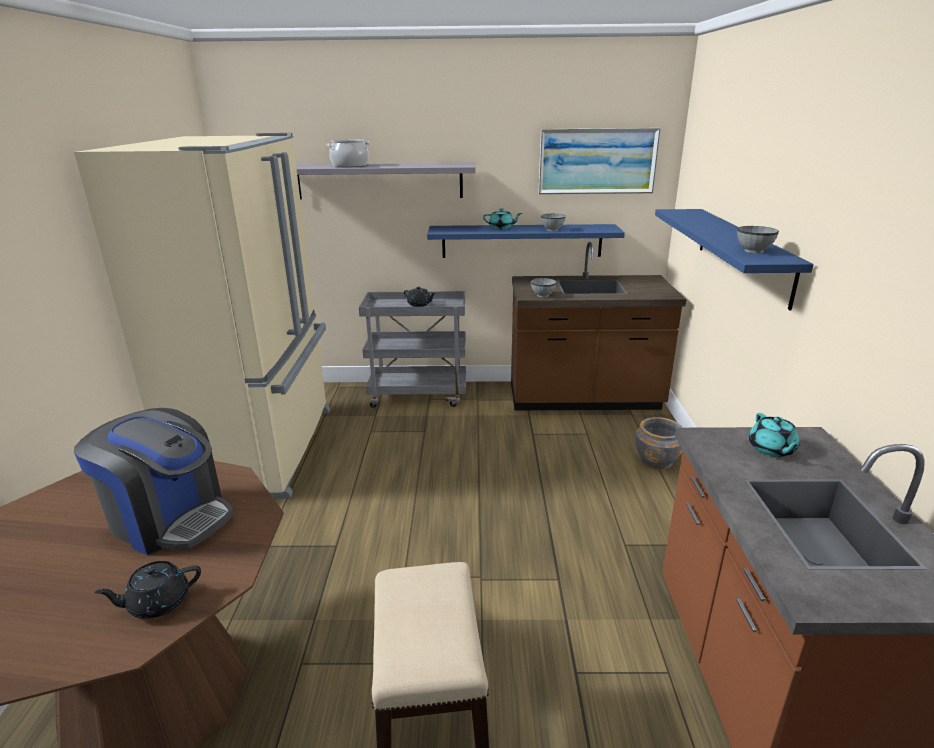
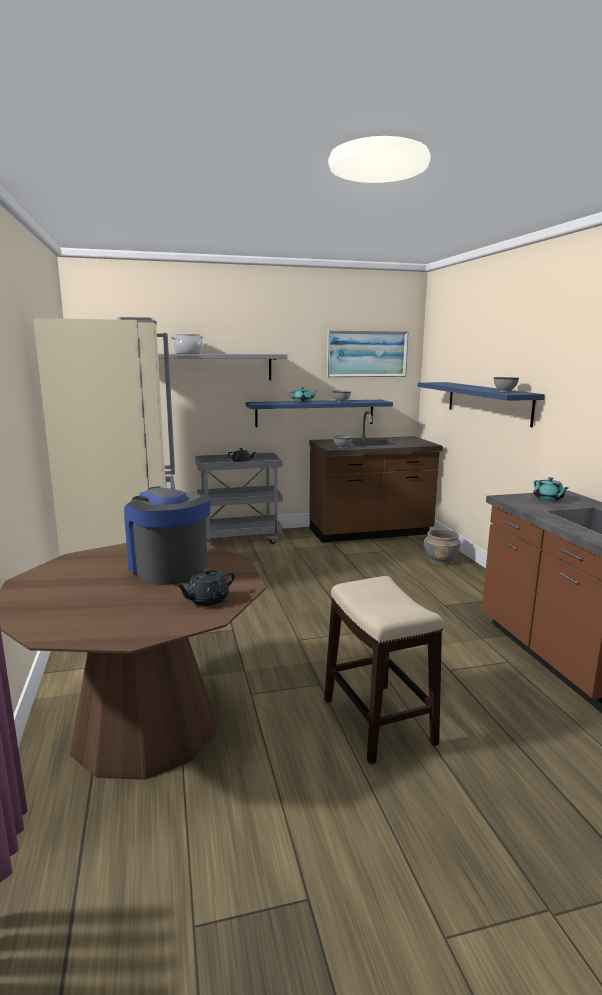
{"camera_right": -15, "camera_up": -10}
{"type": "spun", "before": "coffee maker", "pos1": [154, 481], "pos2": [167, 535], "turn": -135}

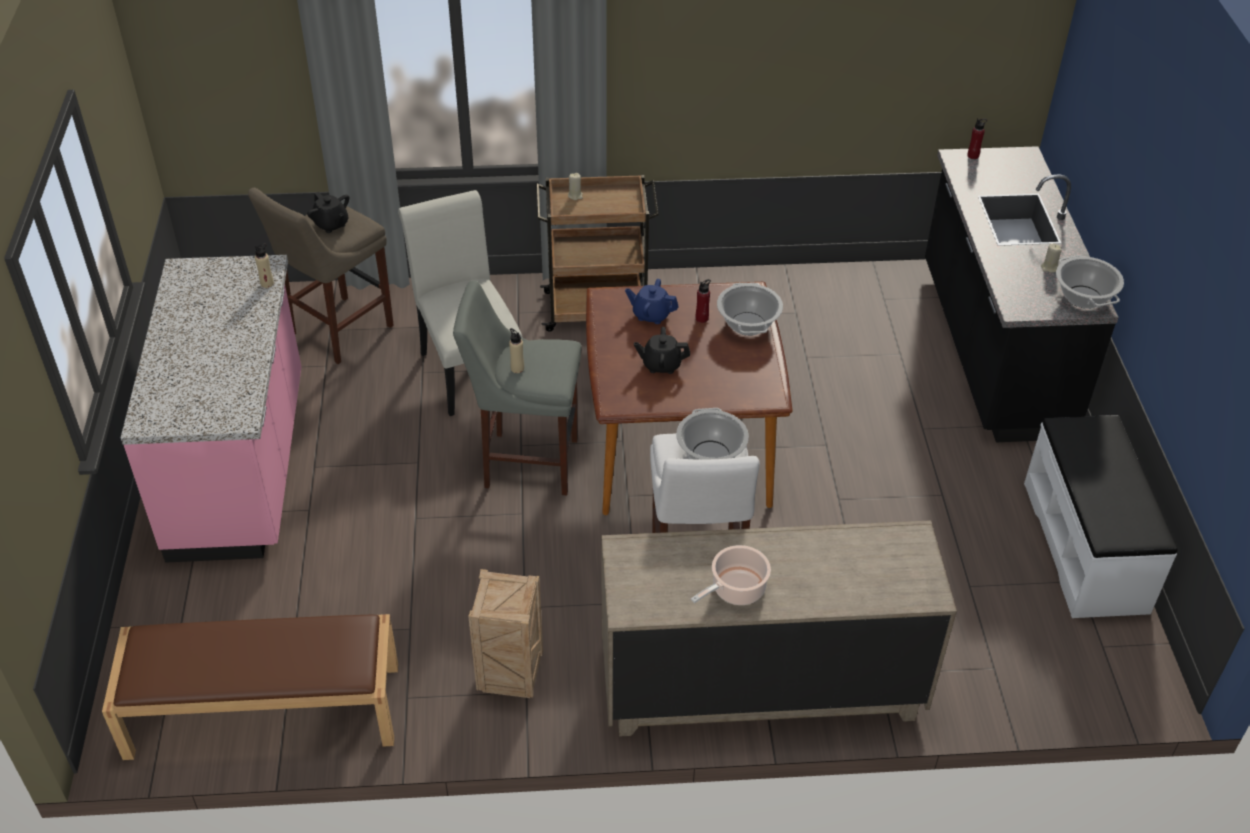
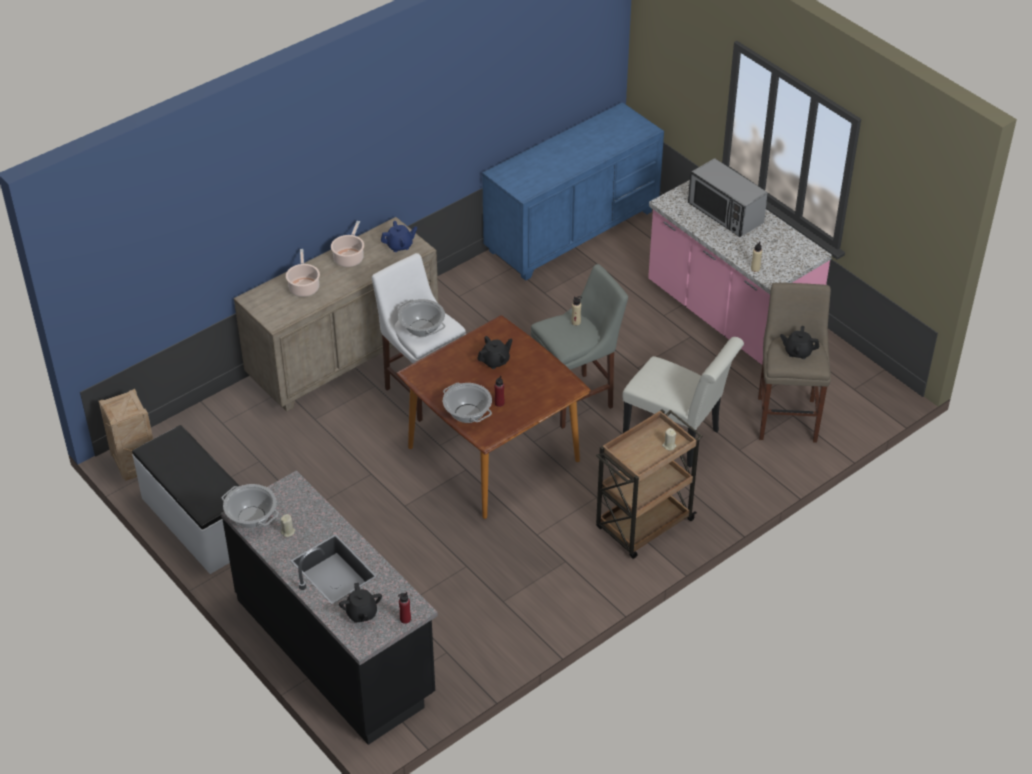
{"camera_right": 145, "camera_up": 0}
{"type": "relocated", "before": "crate", "pos1": [505, 633], "pos2": [126, 435]}
{"type": "appeared", "after": "stockpot", "pos2": [303, 273]}
{"type": "appeared", "after": "pot for tea (black-coloured)", "pos2": [360, 603]}
{"type": "relocated", "before": "pot for tea (blue-coloured)", "pos1": [652, 301], "pos2": [399, 236]}
{"type": "exchanged", "before": "long seat (brown-coloured)", "after": "dresser (blue-coloured)", "pos1": [250, 687], "pos2": [573, 191]}
{"type": "appeared", "after": "kitchen microwave", "pos2": [728, 197]}

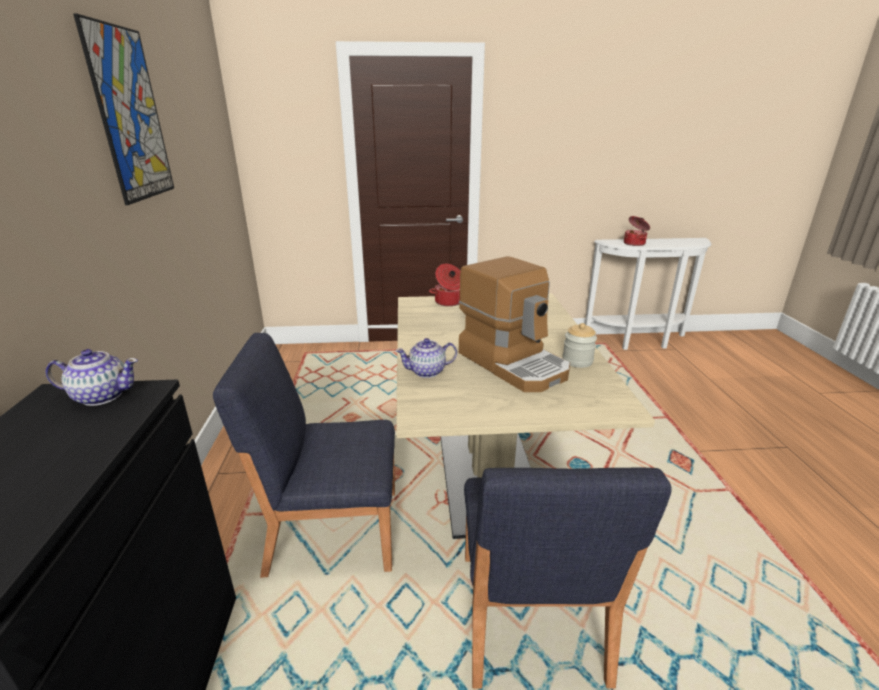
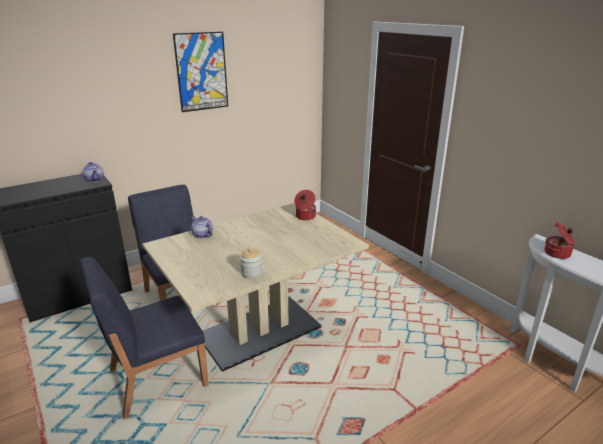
{"camera_right": 60, "camera_up": 0}
{"type": "missing", "before": "coffee maker", "pos1": [514, 324]}

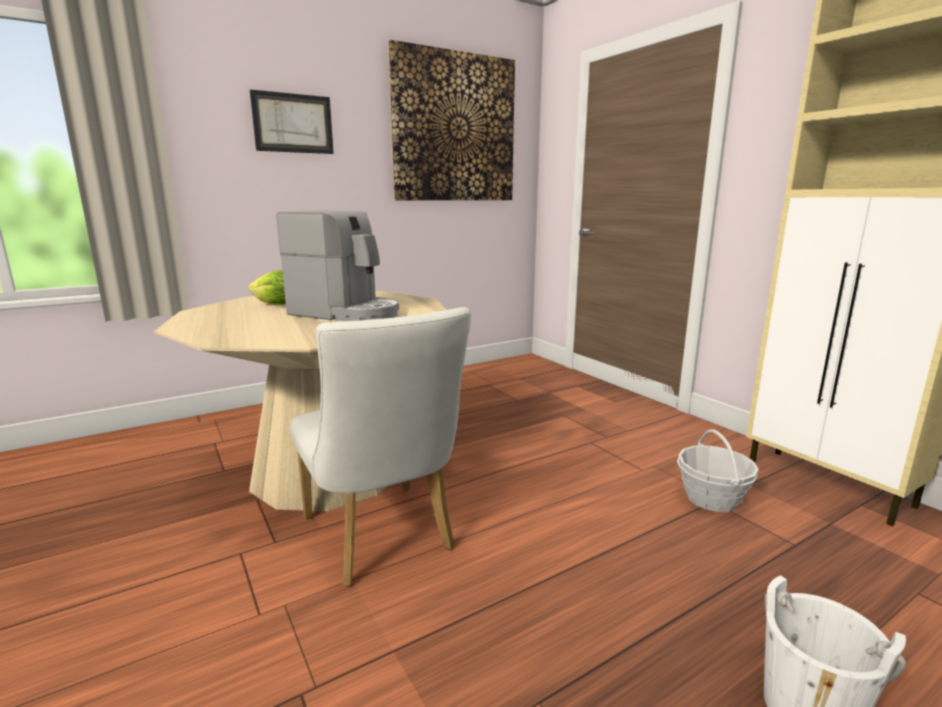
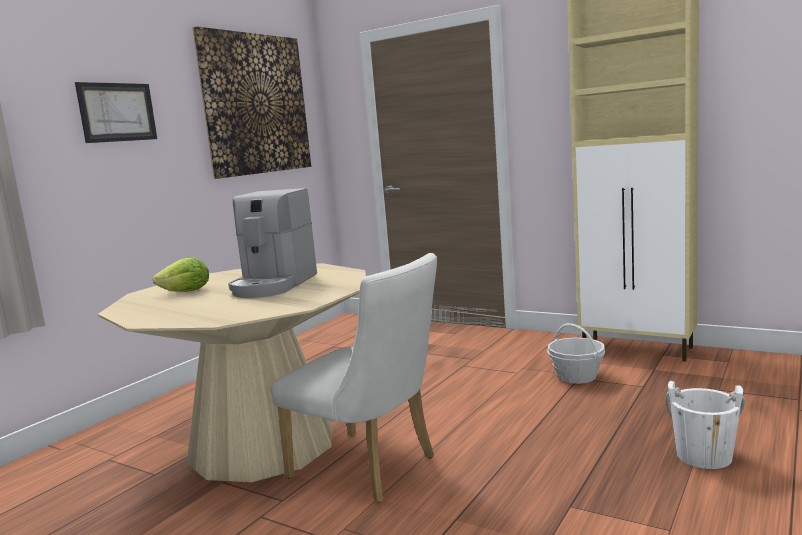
{"camera_right": -25, "camera_up": -5}
{"type": "spun", "before": "coffee maker", "pos1": [338, 265], "pos2": [272, 243], "turn": 105}

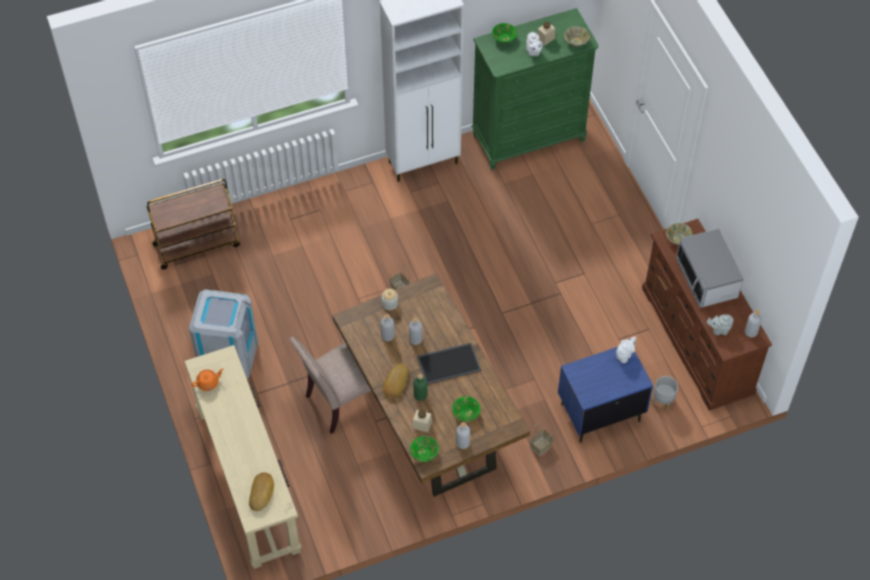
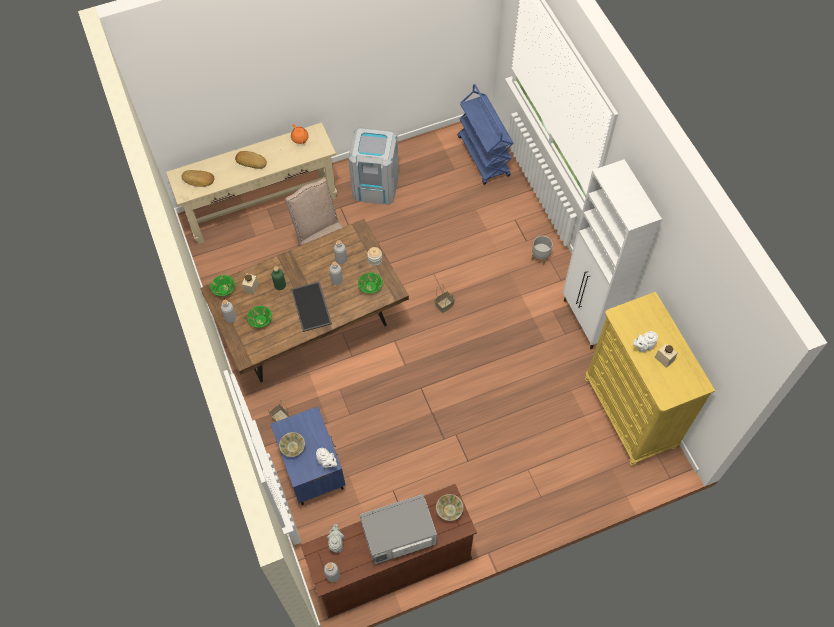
{"camera_right": 90, "camera_up": 5}
{"type": "relocated", "before": "baked bread", "pos1": [396, 381], "pos2": [251, 160]}
{"type": "relocated", "before": "deep dish (beige-coloured)", "pos1": [577, 36], "pos2": [292, 444]}
{"type": "relocated", "before": "deep dish (greenish)", "pos1": [504, 33], "pos2": [370, 283]}
{"type": "colour", "before": "wheeled cart (brown-coloured)", "after": "wheeled cart (blue-coloured)", "pos1": [193, 224], "pos2": [486, 134]}
{"type": "relocated", "before": "flower pot (grey)", "pos1": [665, 393], "pos2": [542, 250]}
{"type": "colour", "before": "dresser (greenish)", "after": "dresser (yellow-coloured)", "pos1": [534, 89], "pos2": [650, 379]}

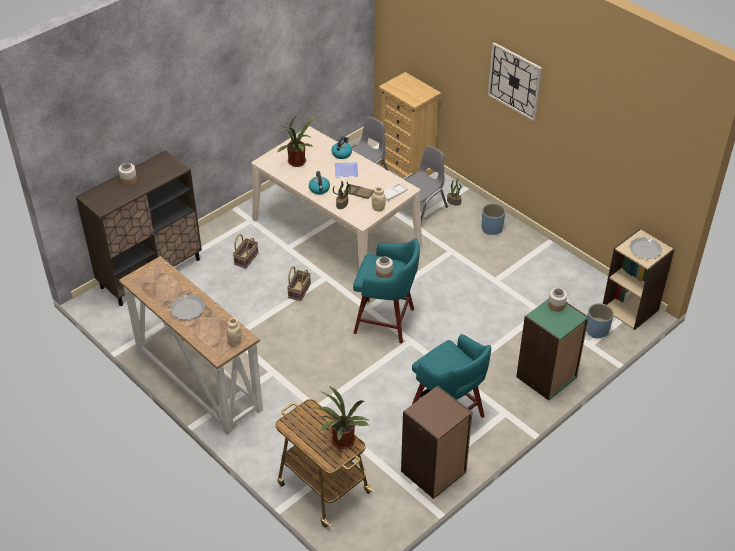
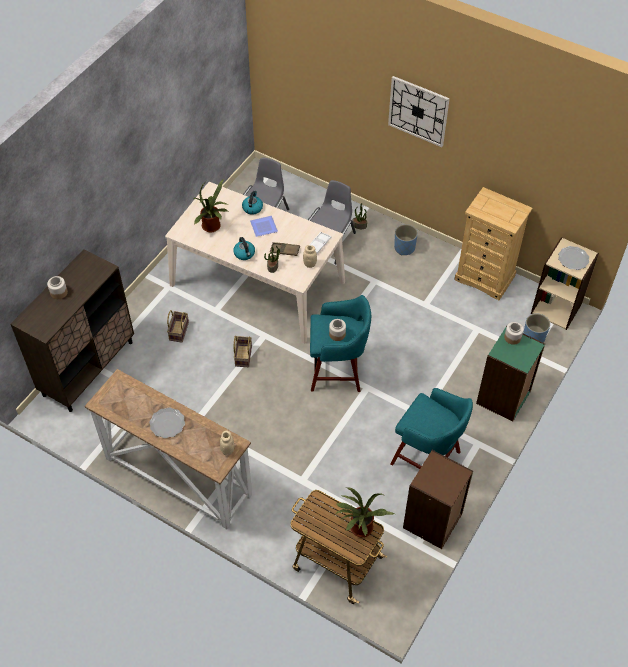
{"camera_right": -15, "camera_up": 10}
{"type": "relocated", "before": "dresser (beige-coloured)", "pos1": [410, 125], "pos2": [493, 243]}

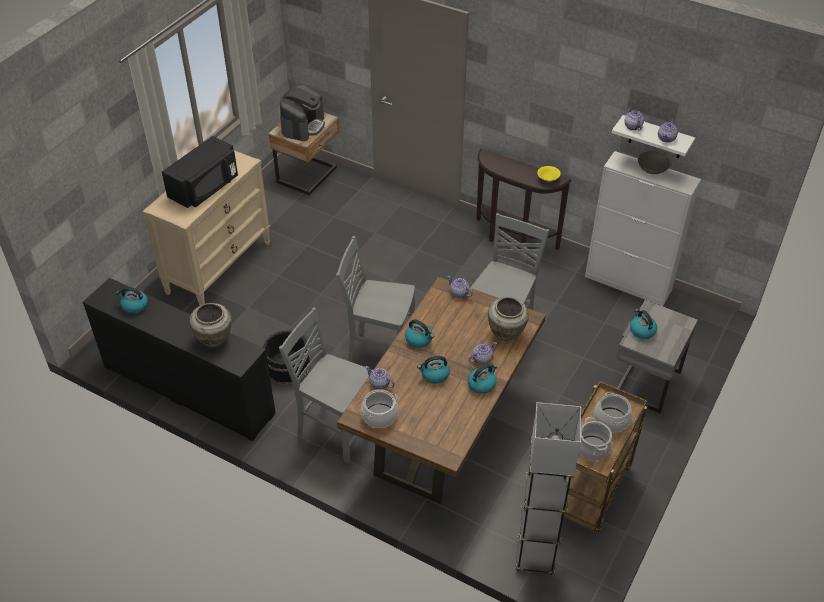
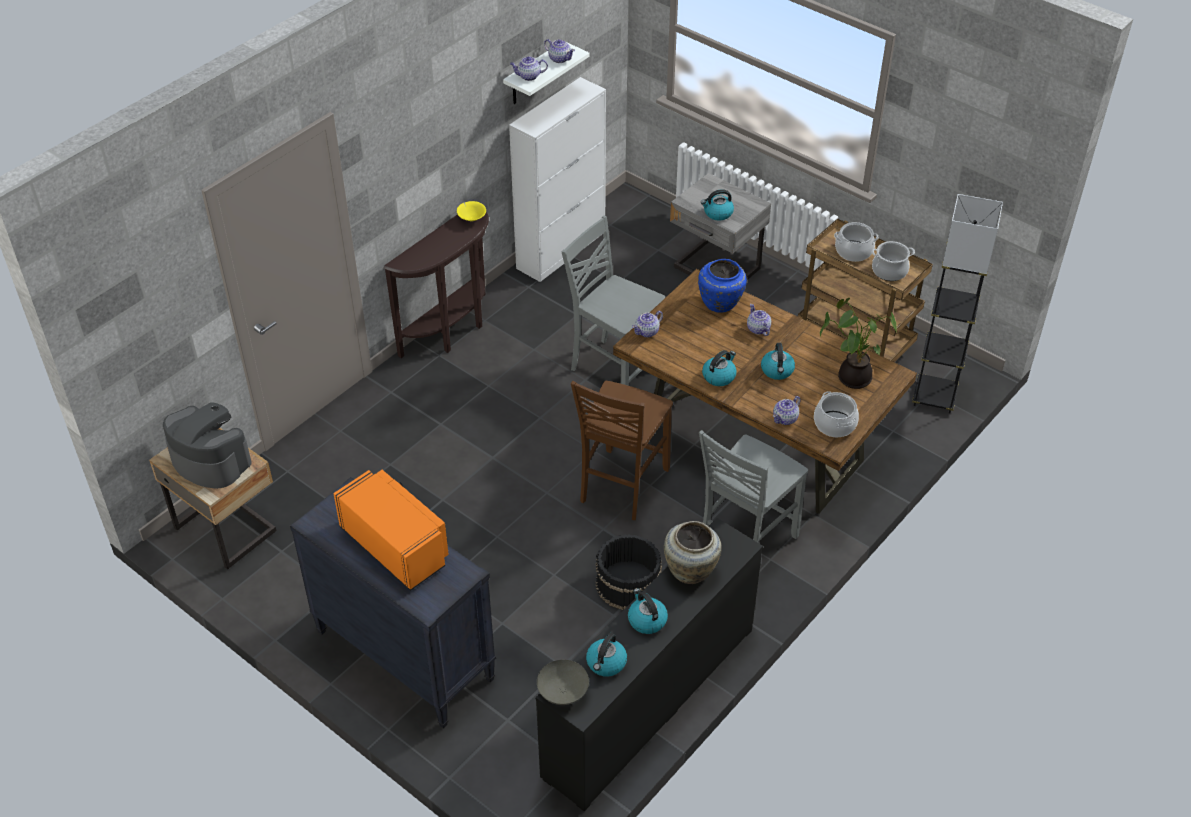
{"camera_right": -80, "camera_up": 0}
{"type": "colour", "before": "dresser (beige-coloured)", "after": "dresser (black-coloured)", "pos1": [206, 228], "pos2": [393, 602]}
{"type": "colour", "before": "kitchen microwave (black-coloured)", "after": "kitchen microwave (orange)", "pos1": [200, 172], "pos2": [391, 530]}
{"type": "relocated", "before": "deep dish (grey)", "pos1": [654, 162], "pos2": [563, 682]}
{"type": "colour", "before": "chair (grey)", "after": "chair (brown-coloured)", "pos1": [375, 299], "pos2": [622, 450]}
{"type": "relocated", "before": "tea kettle", "pos1": [482, 379], "pos2": [648, 611]}
{"type": "colour", "before": "decorative vase (beige-coloured)", "after": "decorative vase (blue-coloured)", "pos1": [508, 319], "pos2": [722, 286]}
{"type": "appeared", "after": "houseplant", "pos2": [858, 343]}

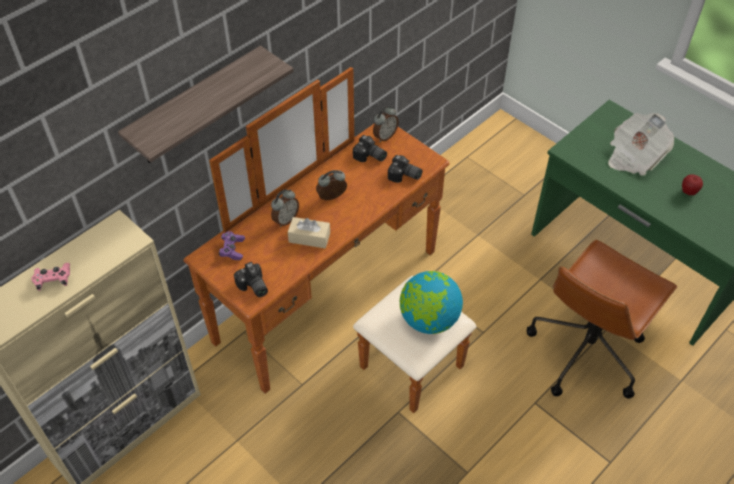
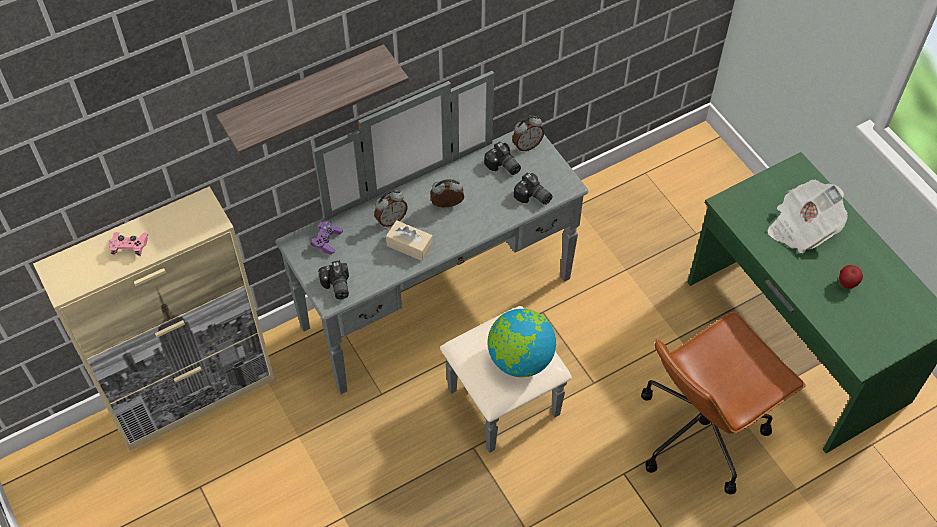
{"camera_right": 15, "camera_up": 5}
{"type": "colour", "before": "dresser (brown-coloured)", "after": "dresser (grey)", "pos1": [330, 240], "pos2": [431, 262]}

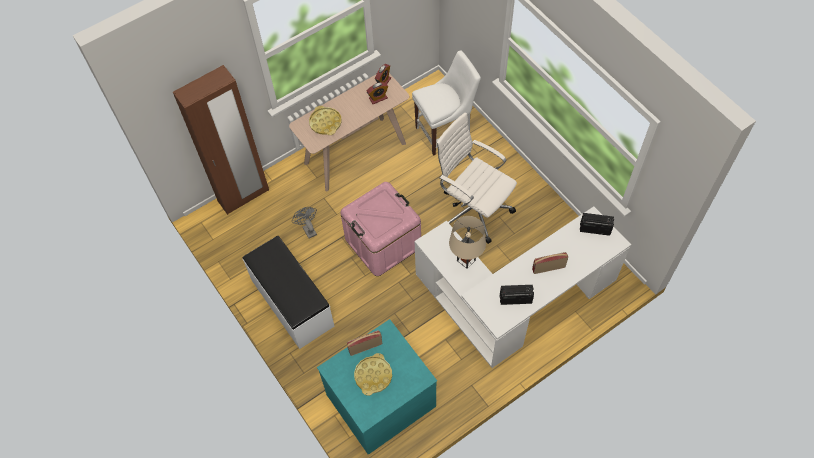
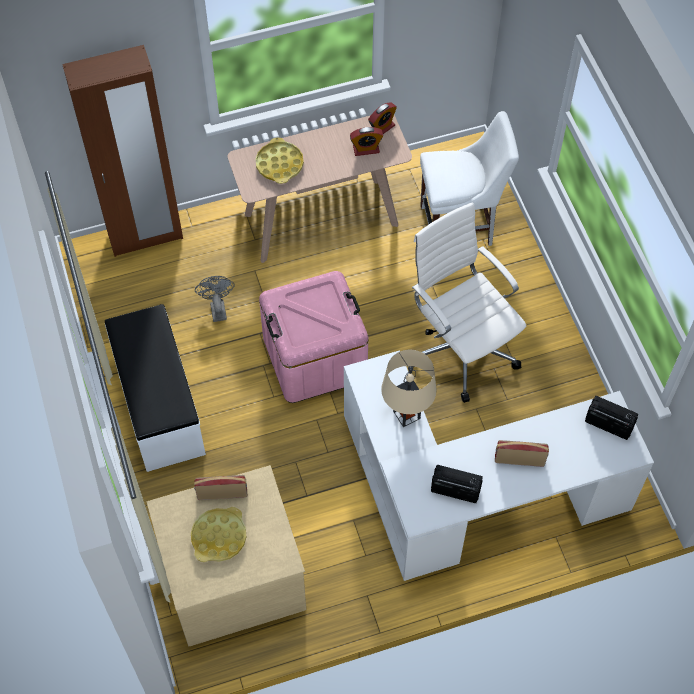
{"camera_right": 15, "camera_up": 0}
{"type": "colour", "before": "dresser (blue-green)", "after": "dresser (beige-coloured)", "pos1": [377, 387], "pos2": [226, 555]}

